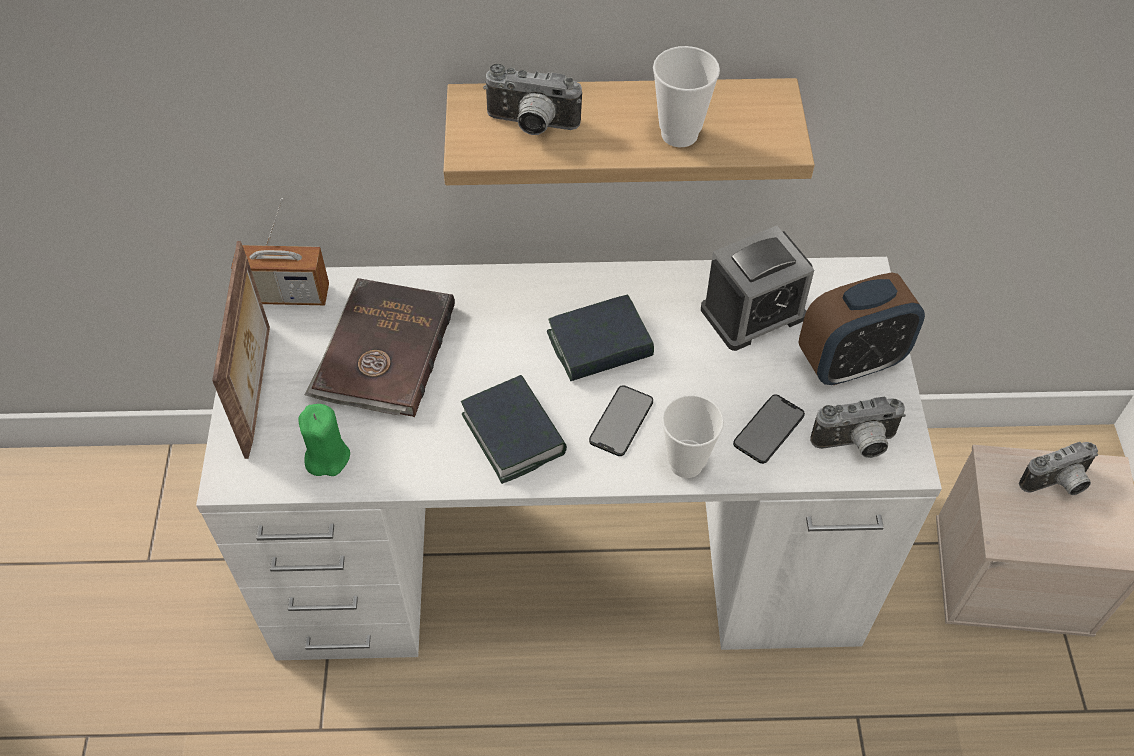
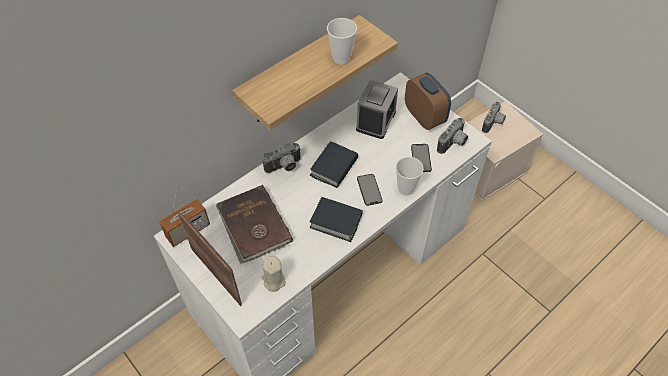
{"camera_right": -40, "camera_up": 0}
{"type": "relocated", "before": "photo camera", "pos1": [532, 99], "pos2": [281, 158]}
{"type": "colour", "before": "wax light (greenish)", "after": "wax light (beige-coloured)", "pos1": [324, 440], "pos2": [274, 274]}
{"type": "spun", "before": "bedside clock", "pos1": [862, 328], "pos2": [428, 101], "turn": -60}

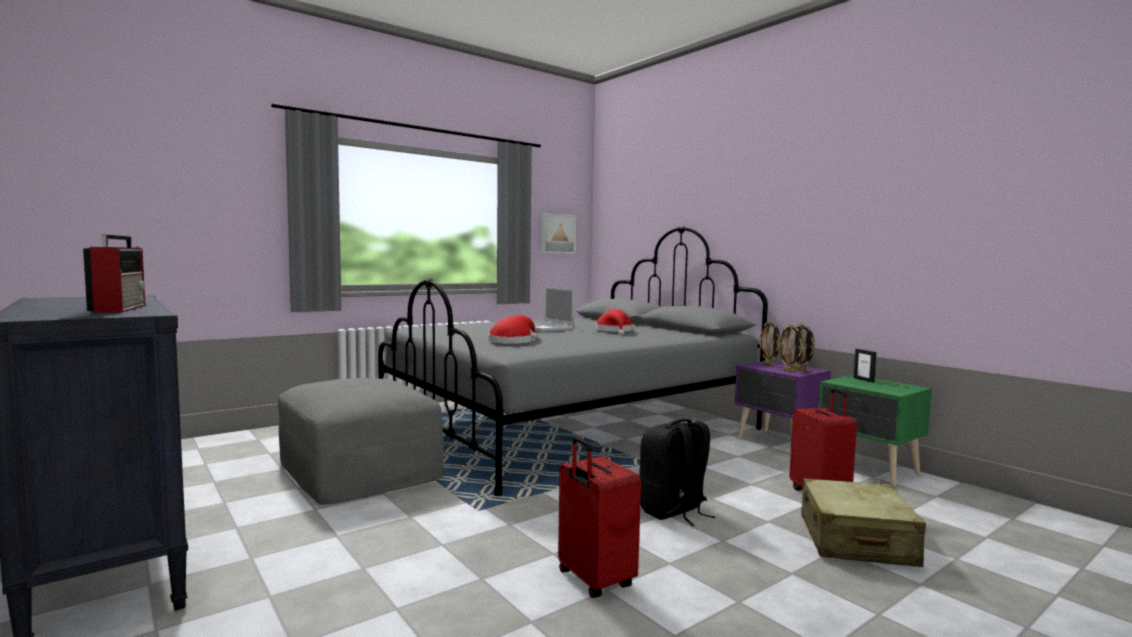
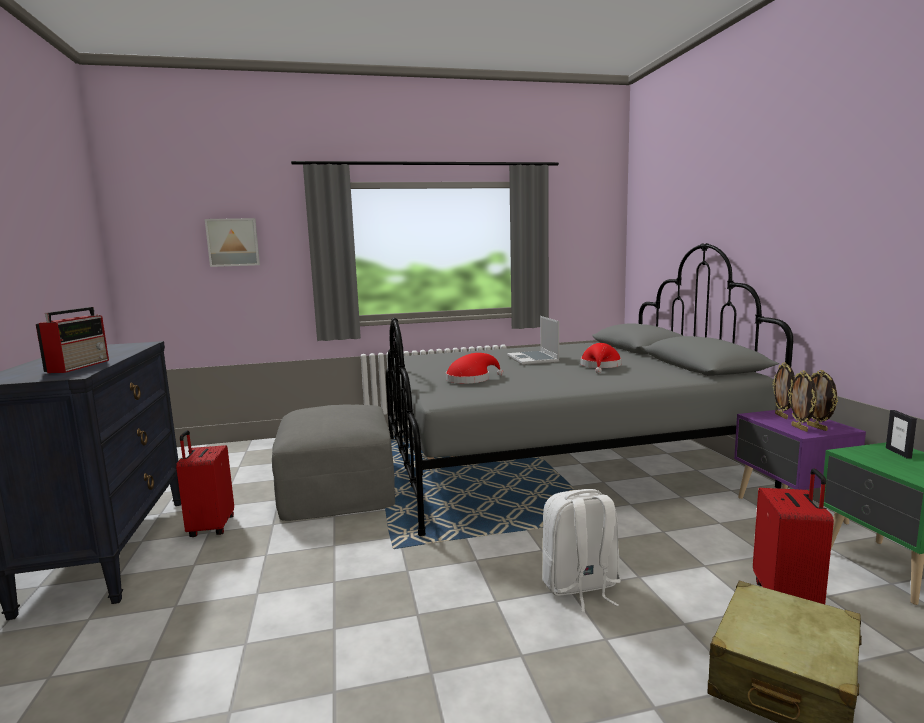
{"camera_right": 25, "camera_up": 5}
{"type": "relocated", "before": "travel case (red-coloured)", "pos1": [599, 517], "pos2": [205, 483]}
{"type": "relocated", "before": "wall art", "pos1": [558, 233], "pos2": [232, 242]}
{"type": "colour", "before": "rucksack (black-coloured)", "after": "rucksack (whitish)", "pos1": [677, 472], "pos2": [581, 550]}

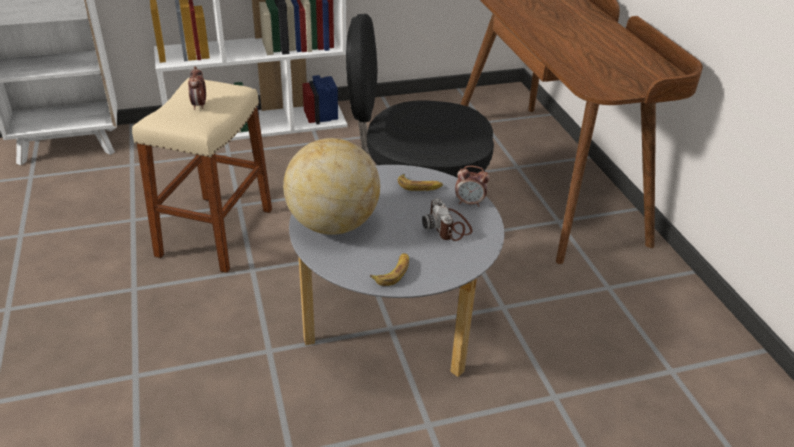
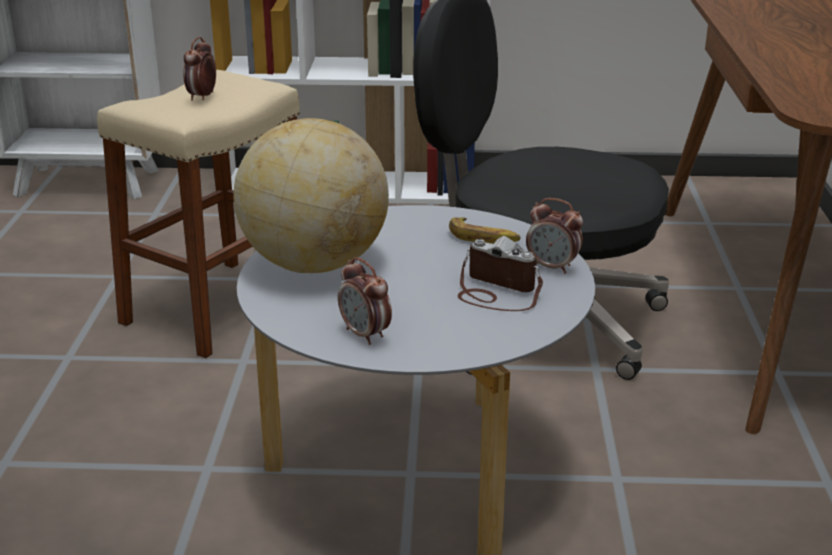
{"camera_right": 20, "camera_up": -10}
{"type": "exchanged", "before": "banana fruit", "after": "bedside clock", "pos1": [389, 269], "pos2": [365, 301]}
{"type": "spun", "before": "photo camera", "pos1": [447, 219], "pos2": [500, 273], "turn": 120}

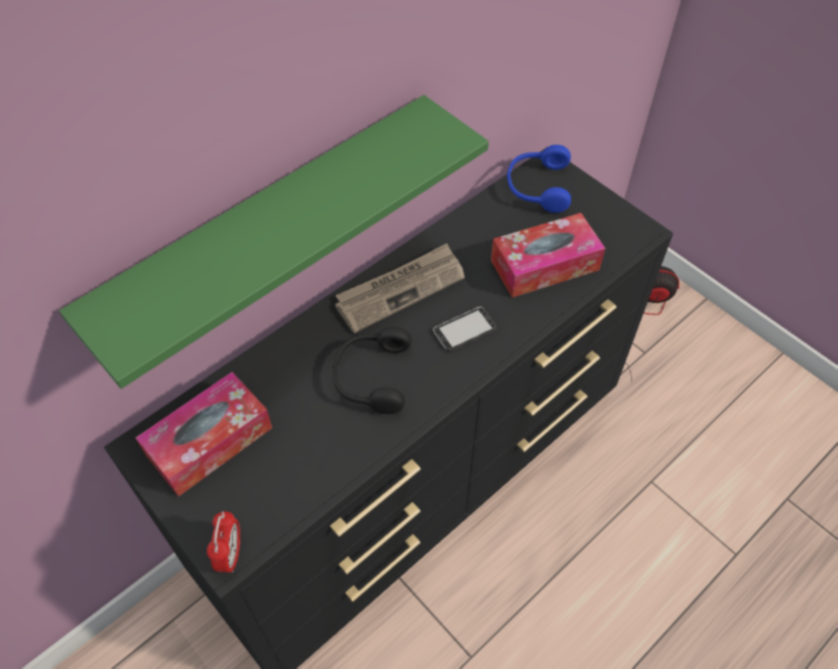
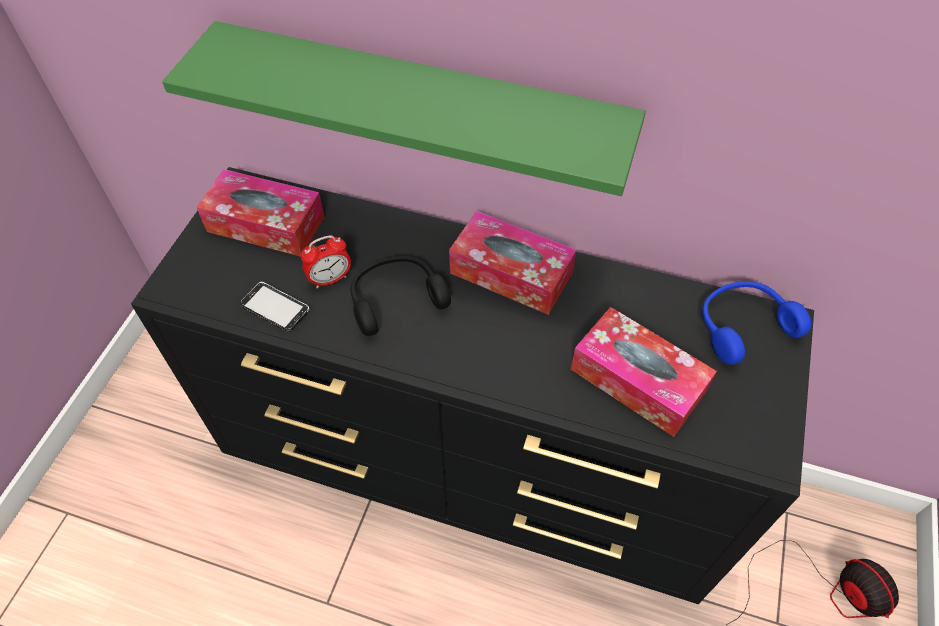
{"camera_right": 60, "camera_up": 0}
{"type": "relocated", "before": "phone", "pos1": [465, 329], "pos2": [274, 307]}
{"type": "relocated", "before": "bedside clock", "pos1": [223, 542], "pos2": [326, 262]}
{"type": "exchanged", "before": "printed paper", "after": "box of tissues", "pos1": [400, 288], "pos2": [512, 263]}

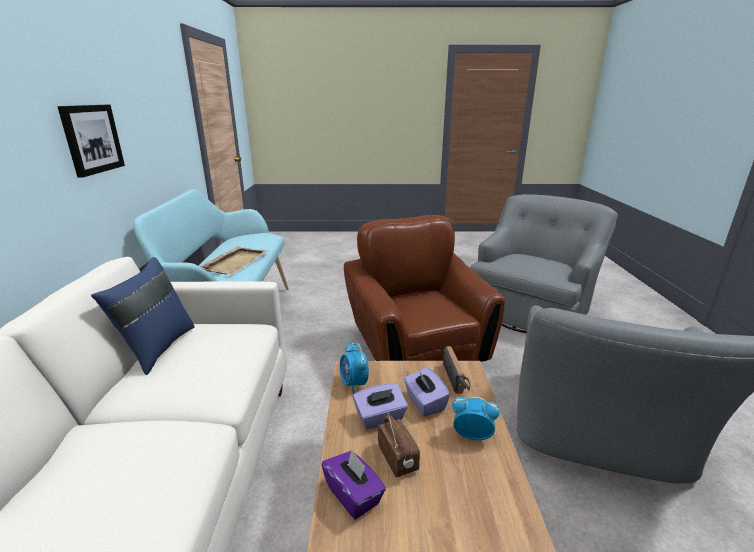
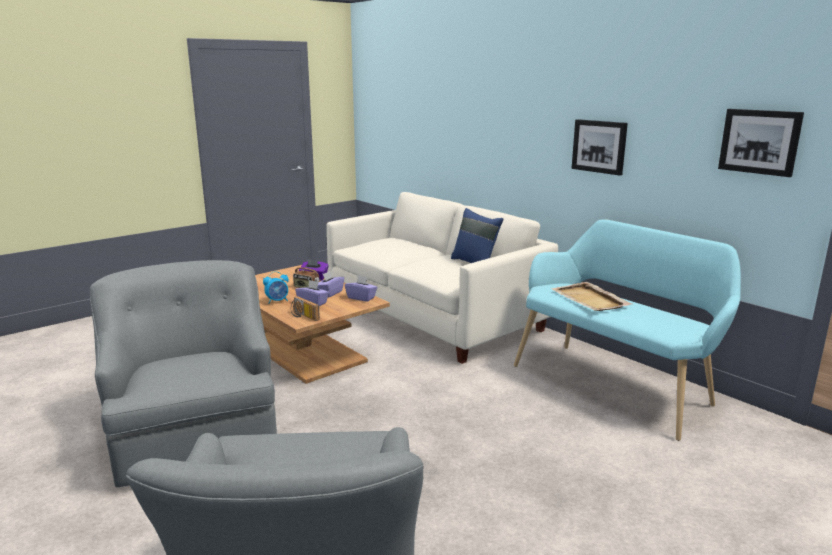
{"camera_right": 140, "camera_up": -5}
{"type": "exchanged", "before": "bedside clock", "after": "box of tissues (purplish)", "pos1": [354, 368], "pos2": [361, 288]}
{"type": "appeared", "after": "wall art", "pos2": [761, 143]}
{"type": "missing", "before": "lounge chair (brown-coloured)", "pos1": [424, 288]}

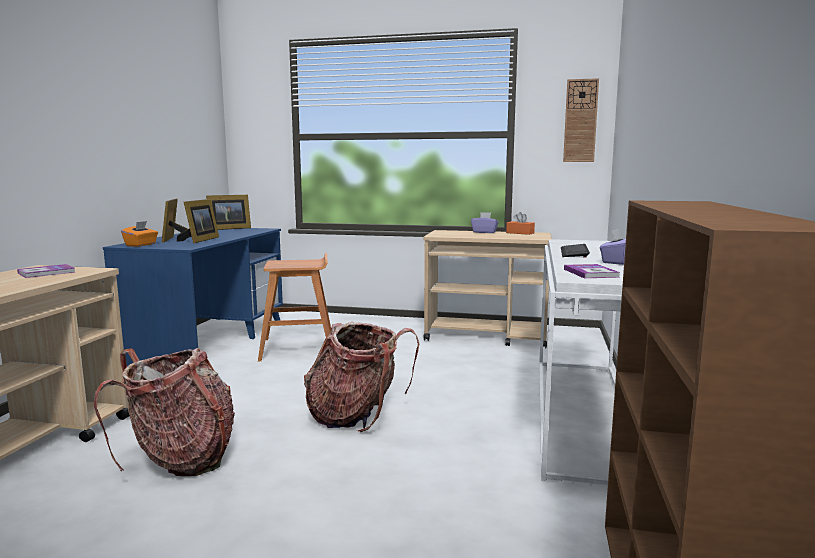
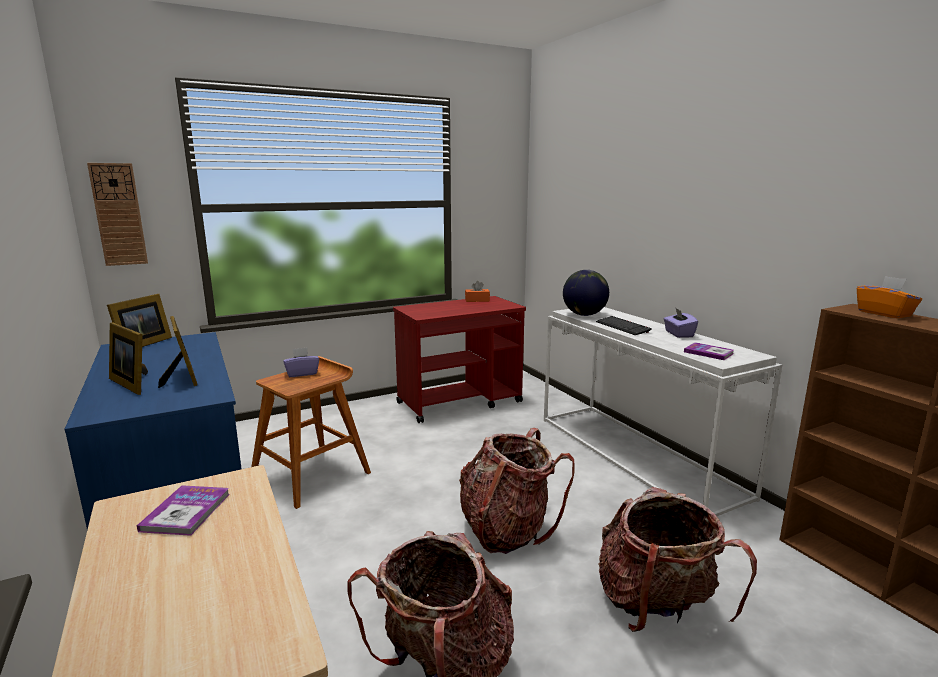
{"camera_right": -40, "camera_up": 5}
{"type": "relocated", "before": "hanging clock", "pos1": [581, 120], "pos2": [117, 214]}
{"type": "relocated", "before": "box of tissues (purplish)", "pos1": [485, 222], "pos2": [301, 362]}
{"type": "colour", "before": "wheeled cart (beige-coloured)", "after": "wheeled cart (red-coloured)", "pos1": [487, 289], "pos2": [459, 359]}
{"type": "appeared", "after": "desk globe", "pos2": [586, 293]}
{"type": "appeared", "after": "rucksack", "pos2": [677, 559]}
{"type": "relocated", "before": "box of tissues (orange)", "pos1": [139, 234], "pos2": [889, 297]}

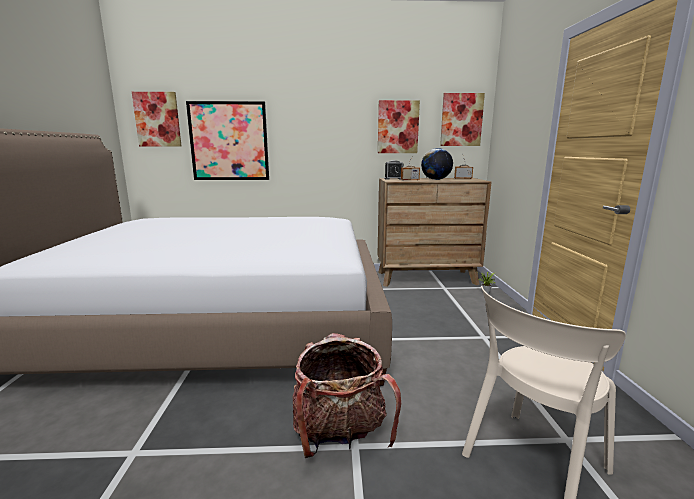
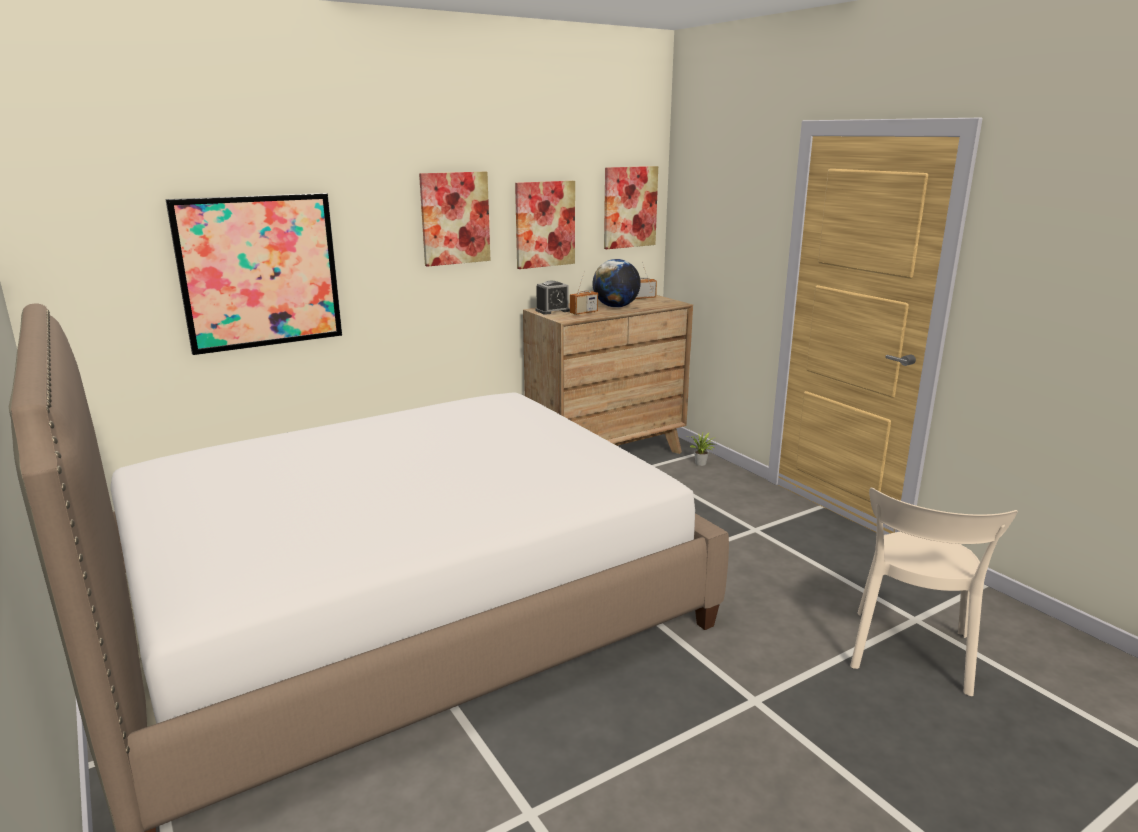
{"camera_right": -30, "camera_up": 5}
{"type": "relocated", "before": "wall art", "pos1": [156, 119], "pos2": [454, 219]}
{"type": "missing", "before": "rucksack", "pos1": [347, 395]}

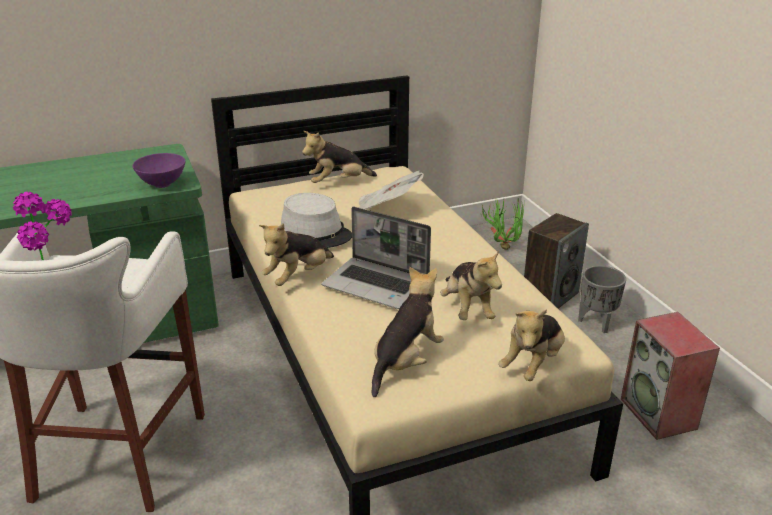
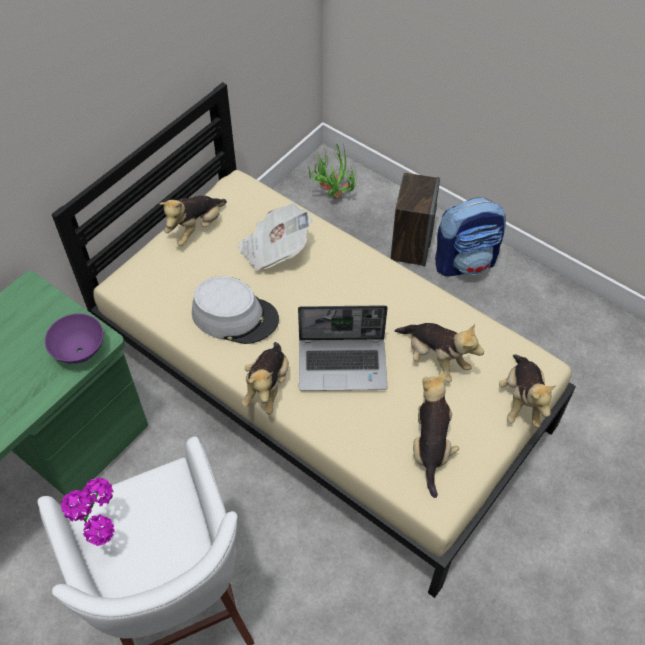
{"camera_right": -30, "camera_up": 25}
{"type": "exchanged", "before": "flower pot (grey)", "after": "rucksack", "pos1": [602, 299], "pos2": [470, 237]}
{"type": "missing", "before": "loudspeaker", "pos1": [670, 376]}

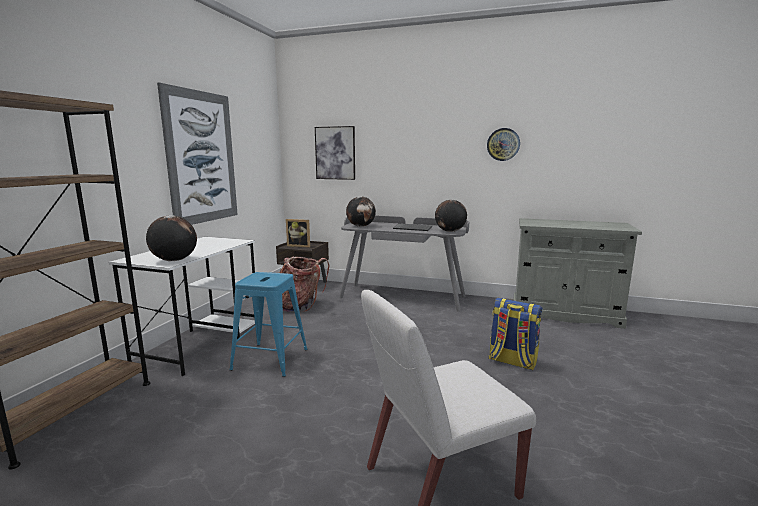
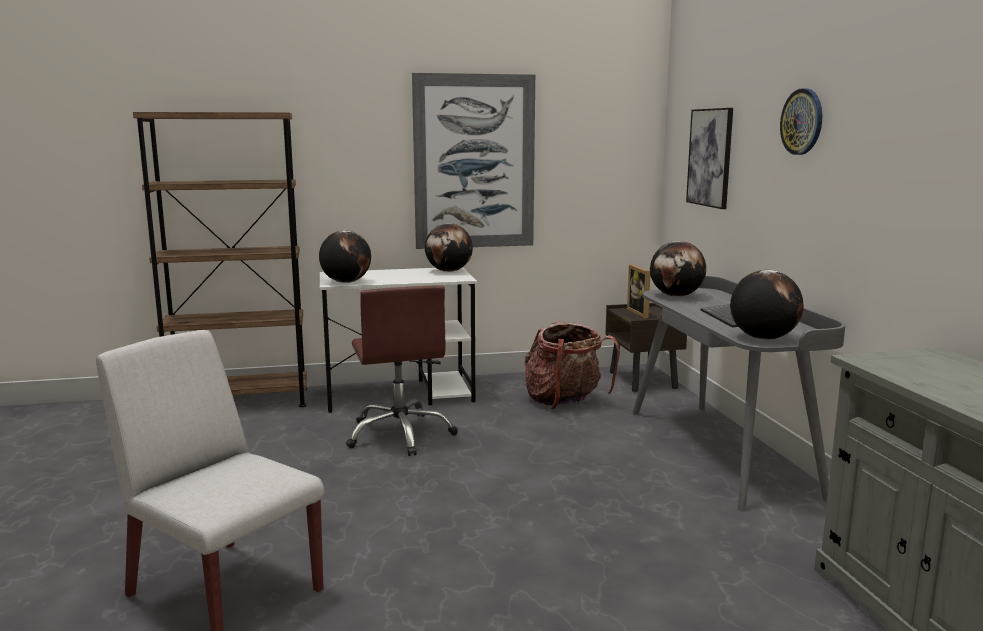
{"camera_right": 60, "camera_up": 0}
{"type": "exchanged", "before": "stool (blue-coloured)", "after": "desk chair (brown-coloured)", "pos1": [268, 324], "pos2": [402, 370]}
{"type": "appeared", "after": "desk globe", "pos2": [449, 247]}
{"type": "relocated", "before": "hanging clock", "pos1": [503, 144], "pos2": [801, 121]}
{"type": "missing", "before": "rucksack", "pos1": [516, 334]}

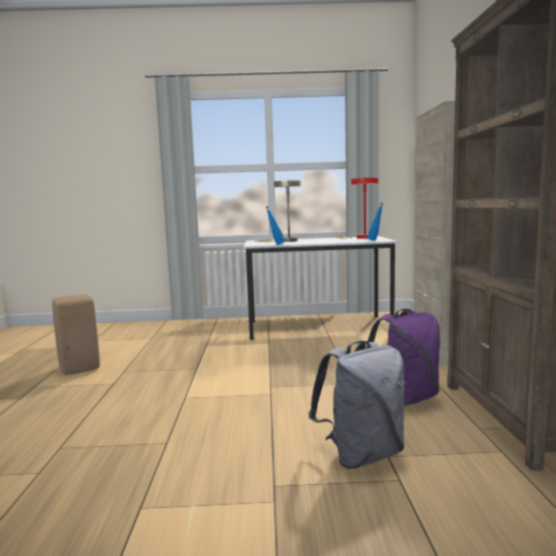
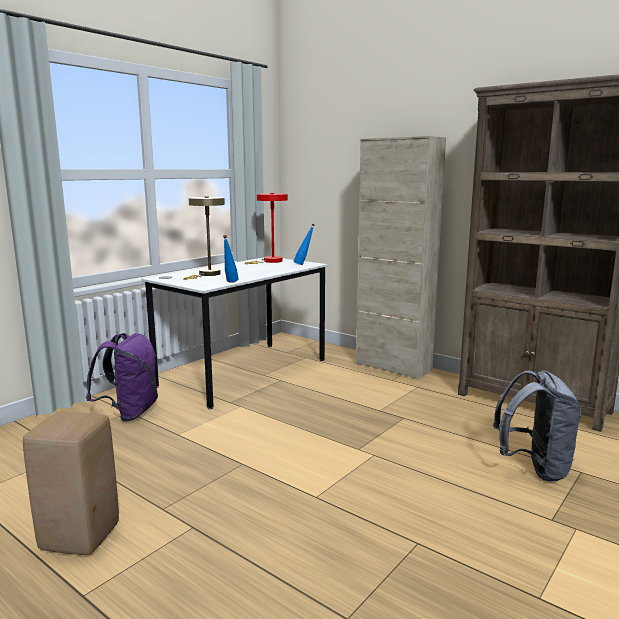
{"camera_right": -50, "camera_up": 5}
{"type": "relocated", "before": "rucksack (purplish)", "pos1": [404, 357], "pos2": [122, 377]}

